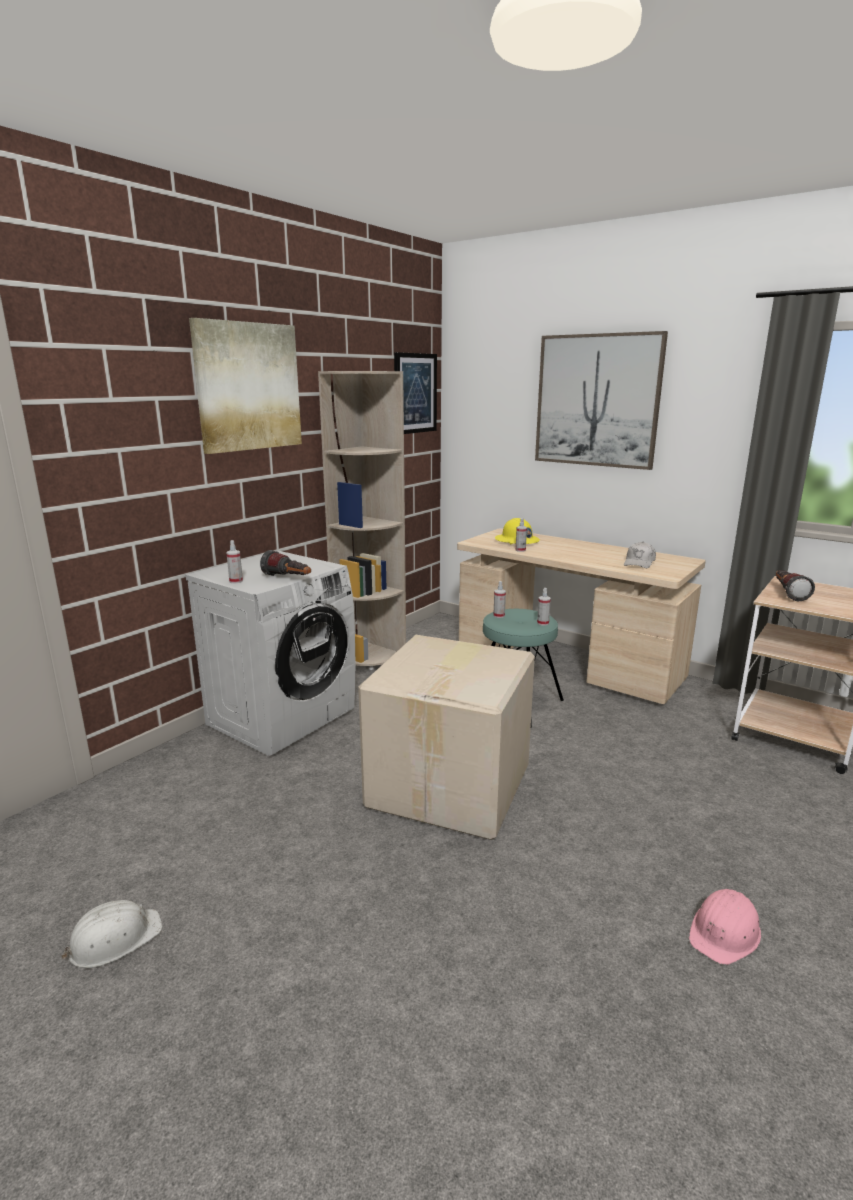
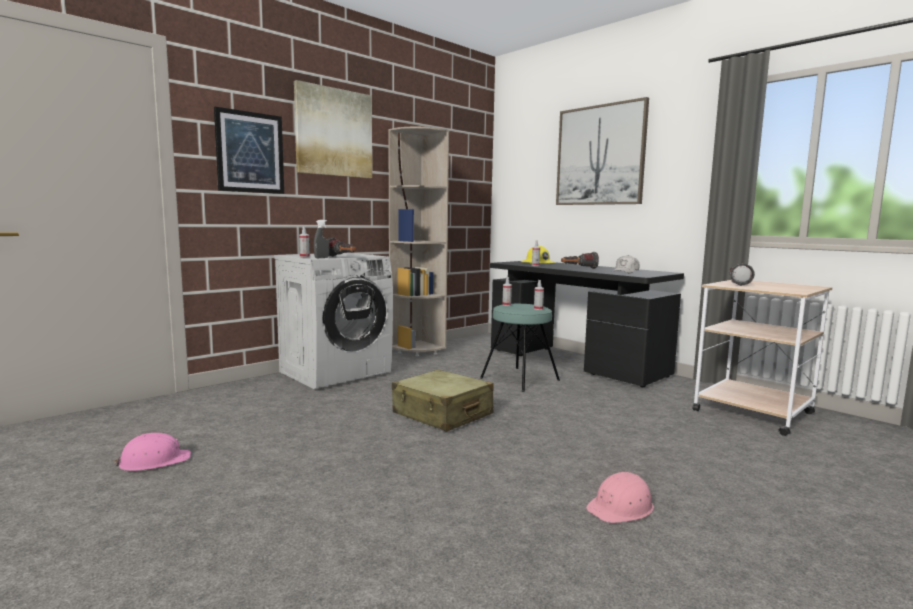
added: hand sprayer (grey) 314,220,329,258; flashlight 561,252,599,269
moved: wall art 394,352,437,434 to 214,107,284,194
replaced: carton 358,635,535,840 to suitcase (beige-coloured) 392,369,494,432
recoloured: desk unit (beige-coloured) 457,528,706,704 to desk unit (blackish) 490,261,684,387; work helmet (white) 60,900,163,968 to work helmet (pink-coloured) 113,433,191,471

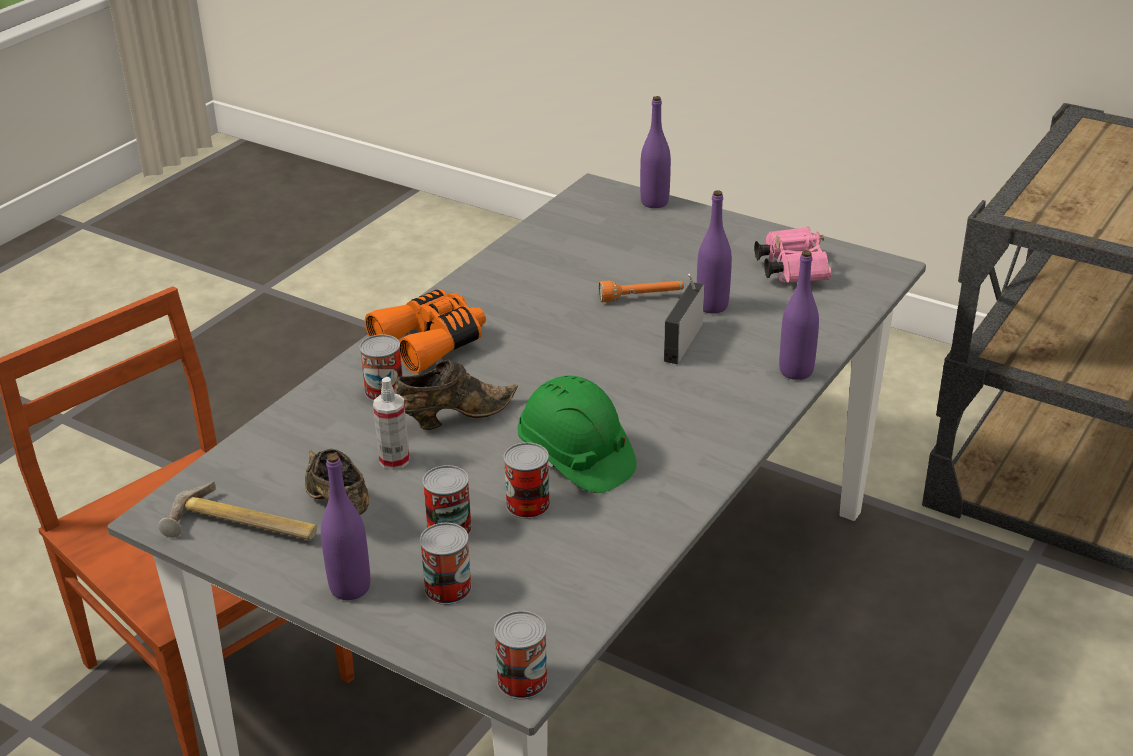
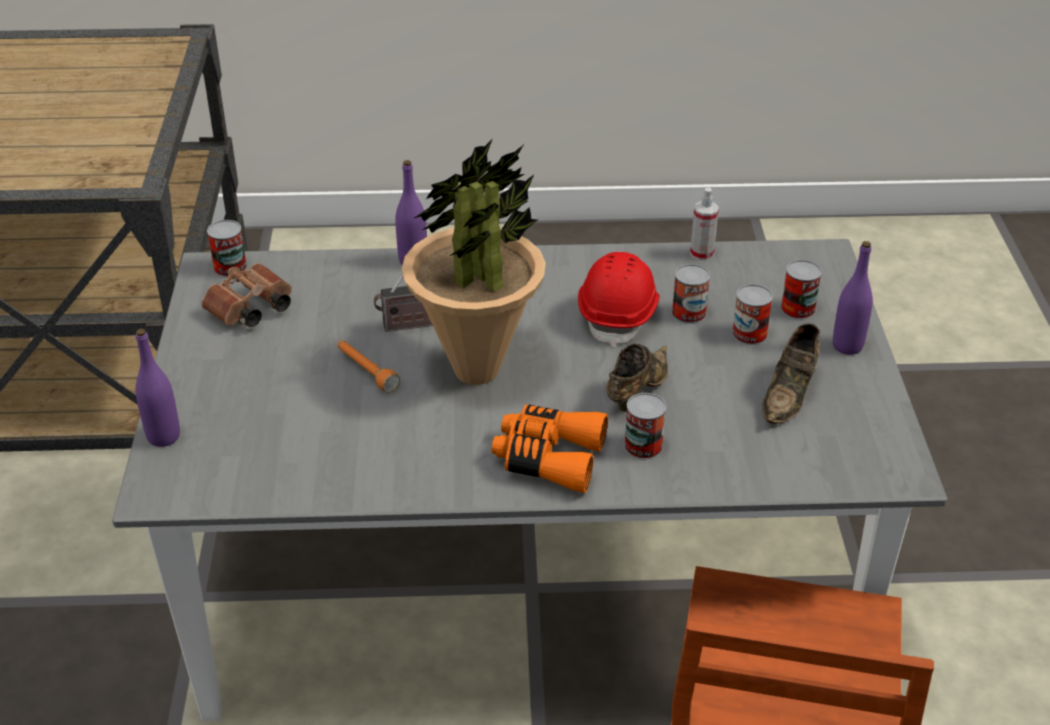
removed: drink bottle (purplish) 697,190,732,313; tool hammer 158,481,317,540
added: houseplant 402,138,546,385
moved: hand sprayer 373,377,410,470 to 690,188,719,261; metal can 494,611,548,700 to 207,220,247,277
recoloured: pair of binoculars (pink-coloured) 754,227,831,283 to pair of binoculars (brown) 201,263,292,327; work helmet (green-coloured) 517,375,637,493 to work helmet (red) 578,252,660,347
turned: item of footwear (brown) 394,360,518,430 = 606,343,668,412 90 degrees clockwise

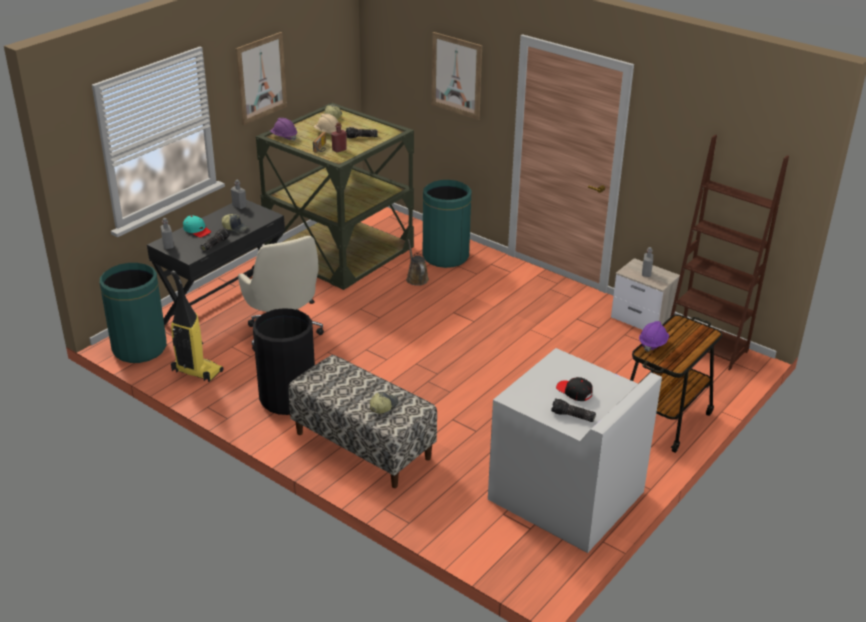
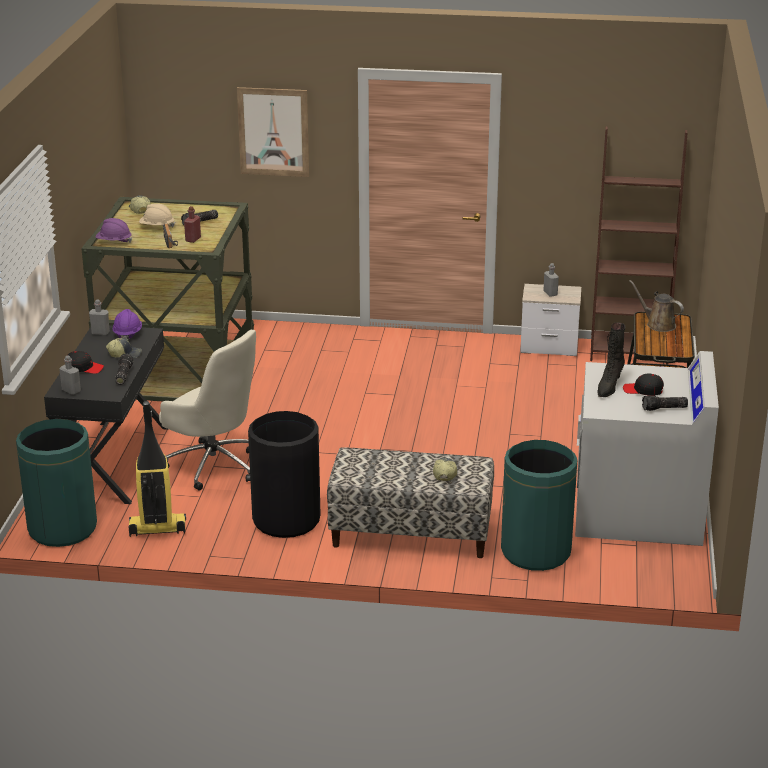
removed: wall art 236,32,287,125
added: tall boot (blackish) 598,322,625,397
moved: waste bin (green-coloured) 423,180,472,268 to 501,440,577,571; watering can (brown) 406,239,429,286 to 629,280,684,332; work helmet (purplish) 639,321,669,351 to 112,309,142,340
recoloured: peaked cap (turquoise-coloured) 183,216,211,237 to peaked cap (blackish) 67,351,104,374

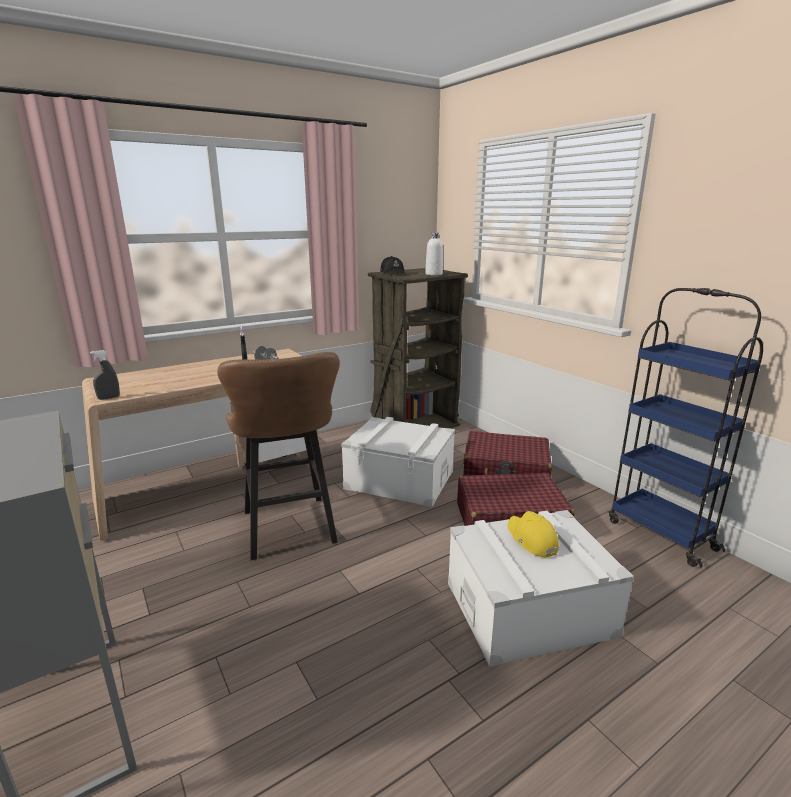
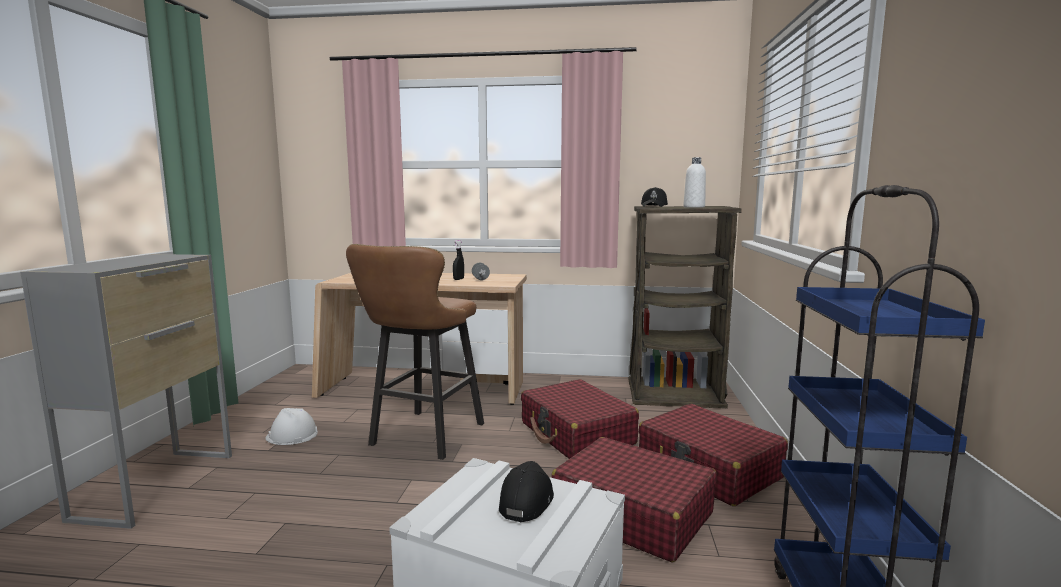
removed: hand sprayer (grey) 90,350,120,400
added: work helmet (white) 265,408,318,445
replaced: storage container (white) 341,417,455,507 to suitcase (red) 521,379,639,459
recoloured: peaked cap (yellowish) 507,511,559,557 to peaked cap (blackish) 499,461,554,522

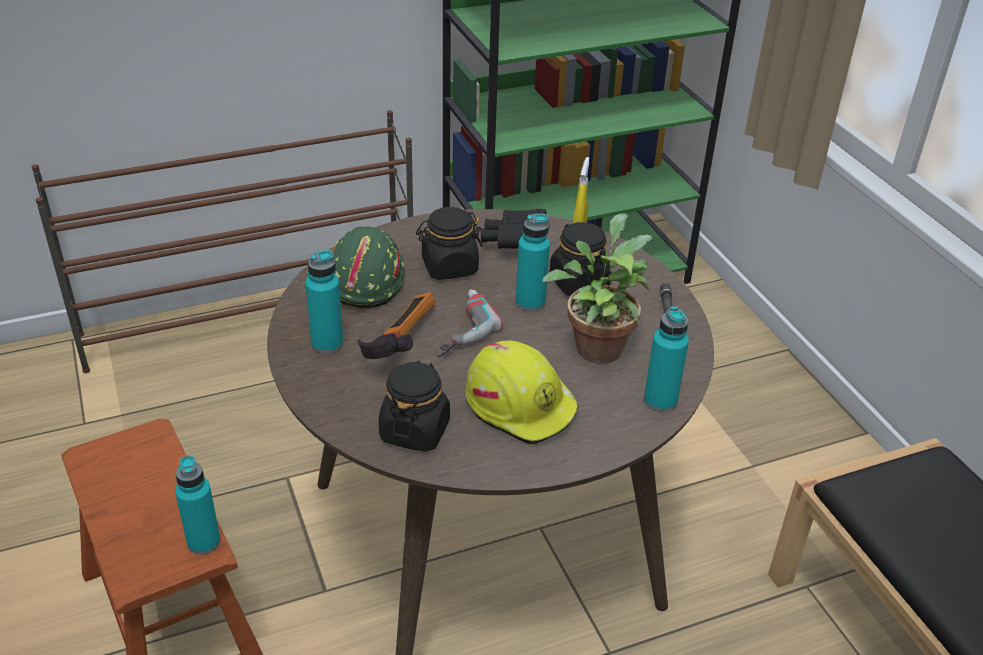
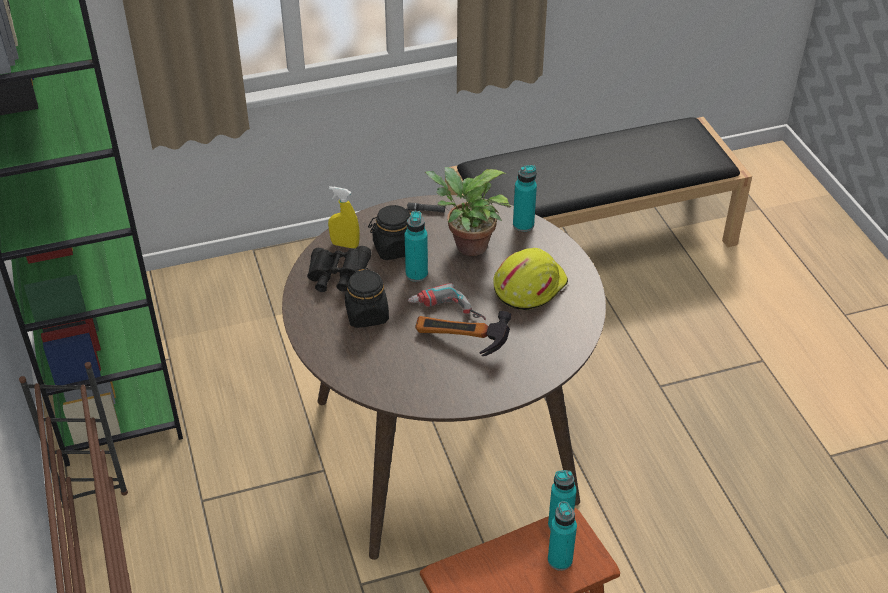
removed: work helmet (green-coloured) 331,226,404,308; preserve jar (blackish) 379,360,450,452
moved: drink bottle (turquoise-coloured) 305,250,344,353 to 548,501,577,571

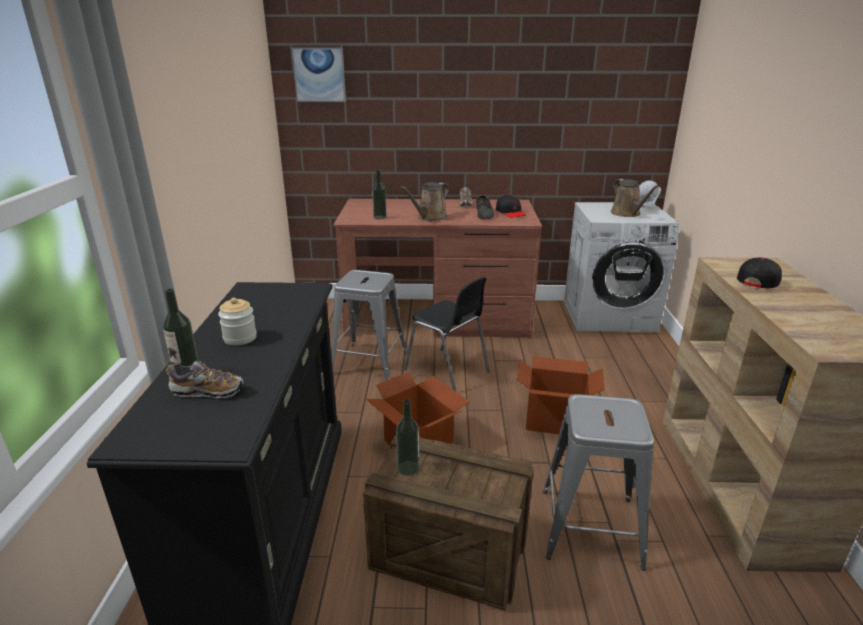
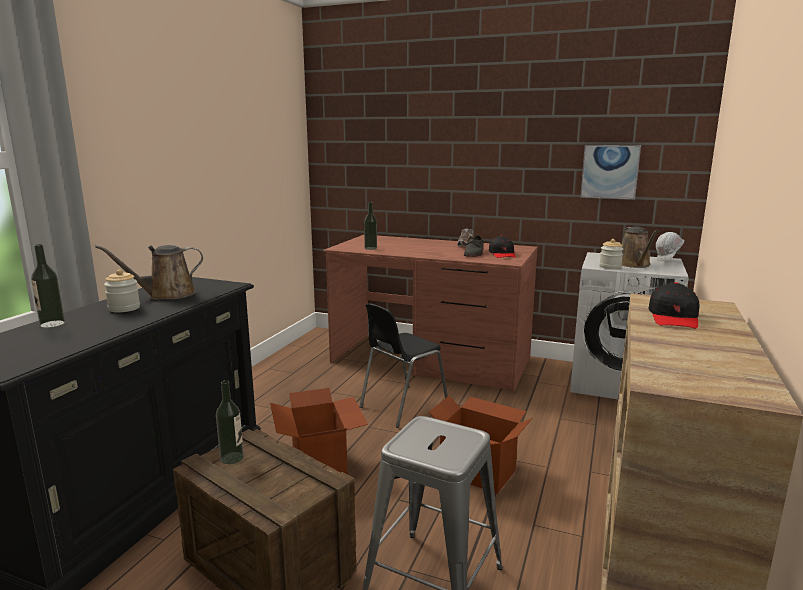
removed: sitting stool (grey) 331,270,407,381; item of footwear 166,361,243,398
added: preserve jar 599,239,623,269
moved: wall art 292,48,346,102 to 580,145,641,200; watering can (brown) 400,182,449,221 to 95,245,203,300
turned: peaked cap (blackish) 737,257,782,288 = 648,282,699,329 135 degrees clockwise; upright chair (blackish) 404,277,490,392 = 360,303,448,428 75 degrees clockwise

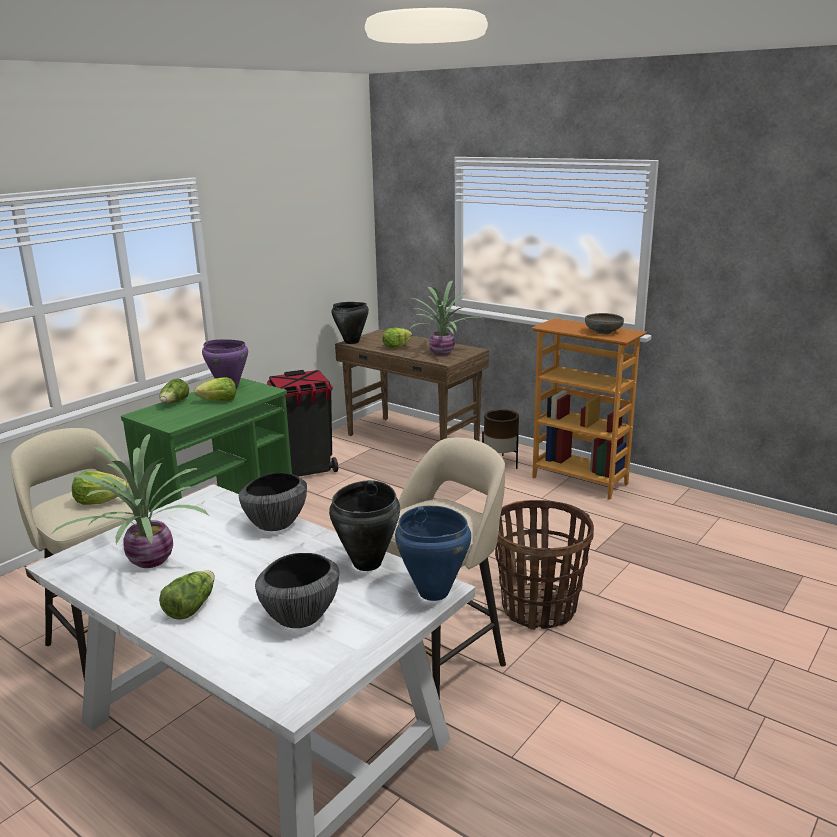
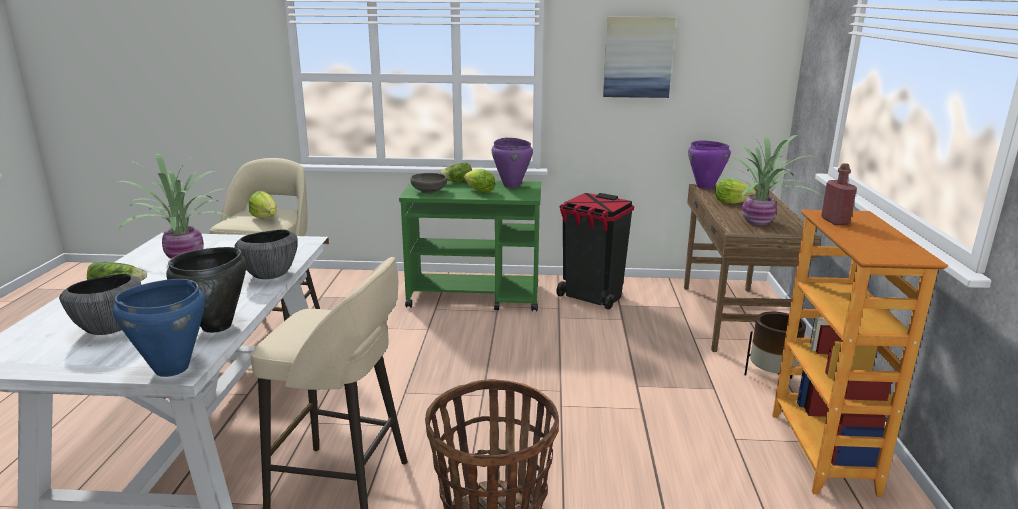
added: wall art 603,16,676,98; drink bottle (red) 821,163,857,225
moved: bowl (grey) 585,313,624,334 to 410,173,447,194
recoloured: stockpot (blackish) 331,302,369,344 to stockpot (purplish) 688,141,731,189

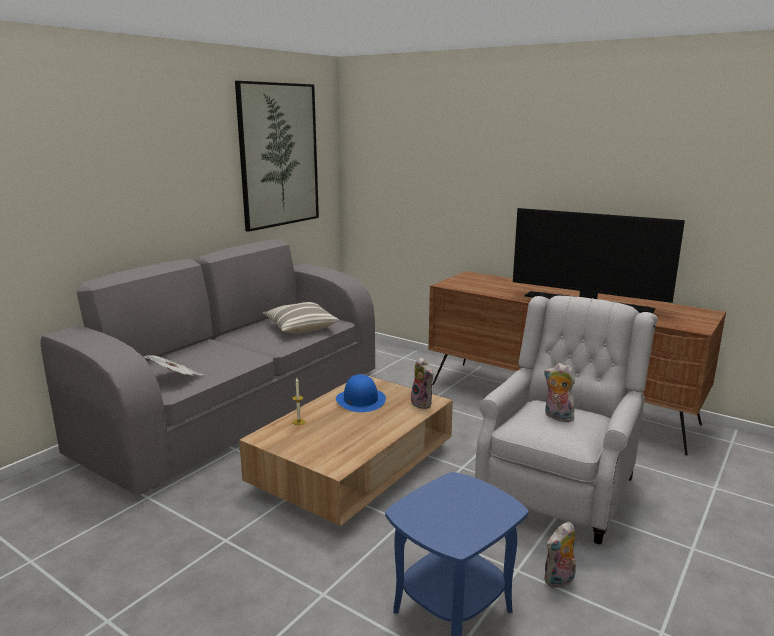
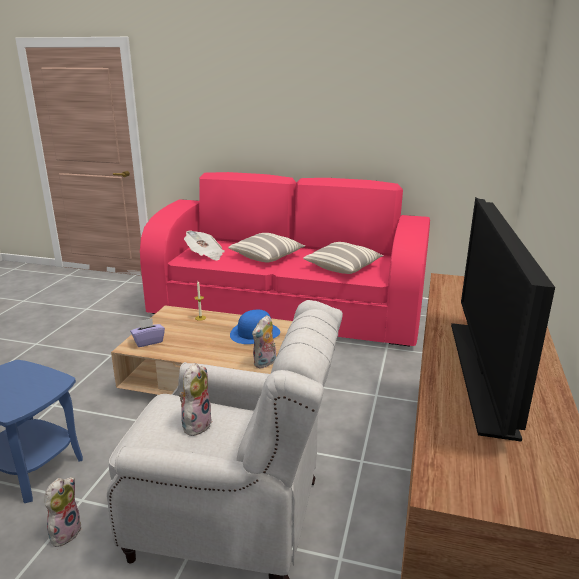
removed: wall art 235,81,319,232
added: throw pillow 228,233,305,262; box of tissues (purplish) 130,318,165,347
recoloured: settee (grey) 40,239,375,495 to settee (pink-coloured) 140,172,430,347
turned: soft toy 544,522,576,588 = 45,477,82,547 75 degrees clockwise

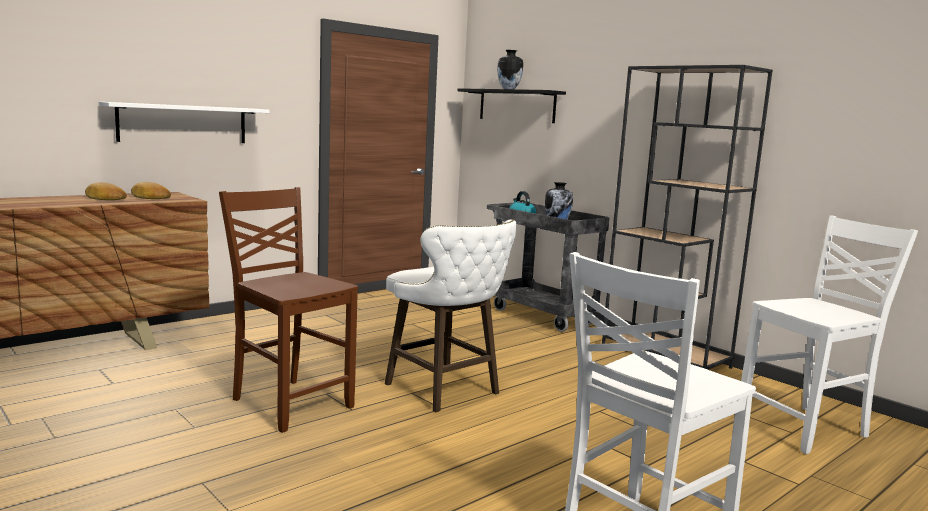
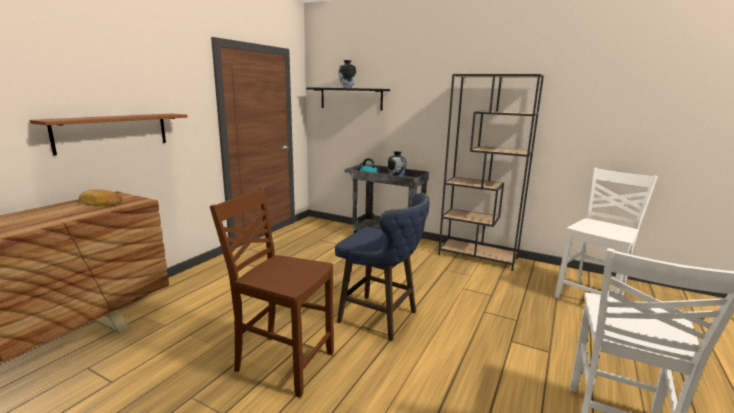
removed: baked bread 85,182,127,200
recoloured: wall shelf (white) 99,102,270,143 to wall shelf (brown) 30,114,187,155; sitting stool (white) 385,219,516,412 to sitting stool (bluish) 335,193,430,341

